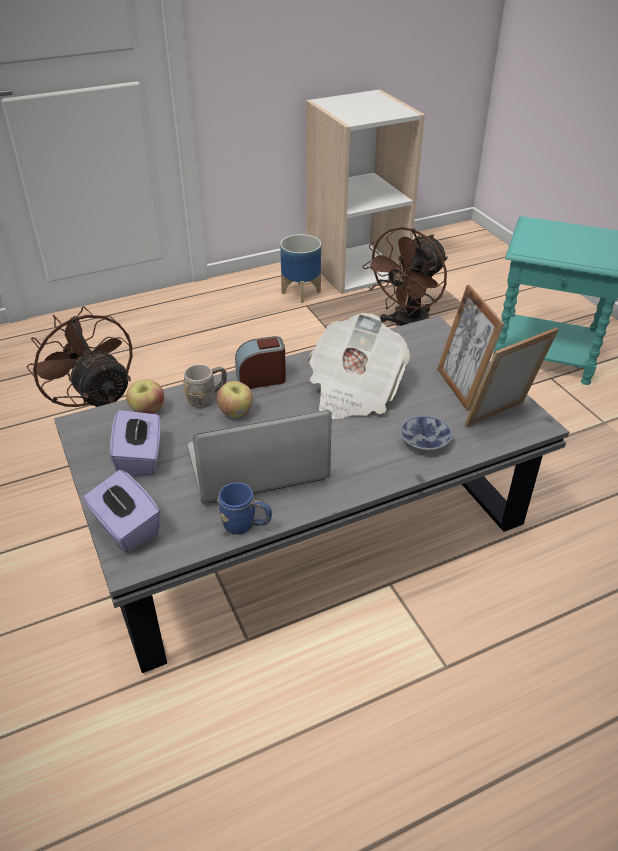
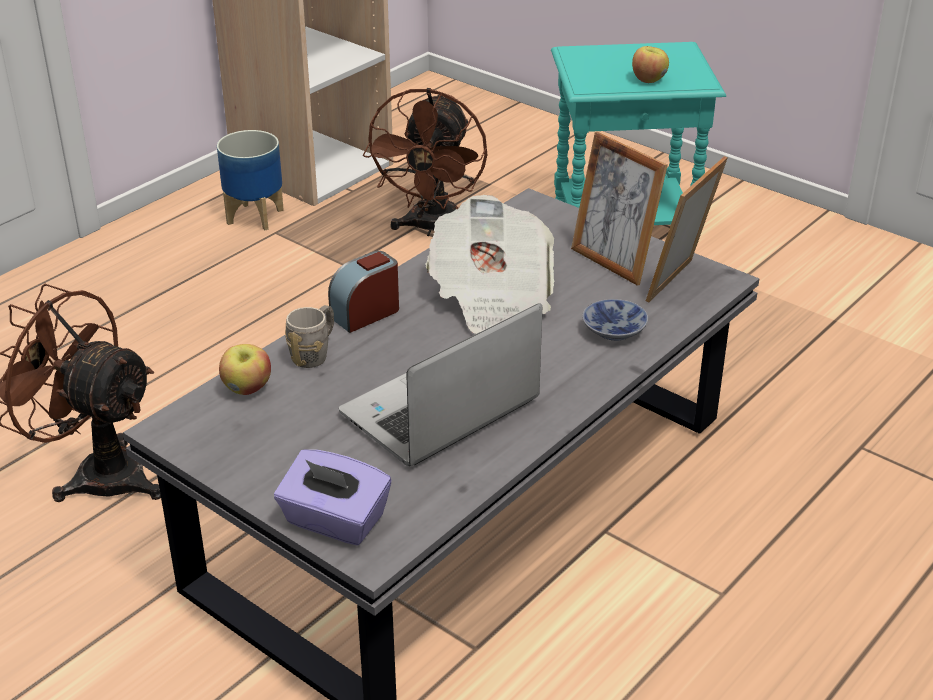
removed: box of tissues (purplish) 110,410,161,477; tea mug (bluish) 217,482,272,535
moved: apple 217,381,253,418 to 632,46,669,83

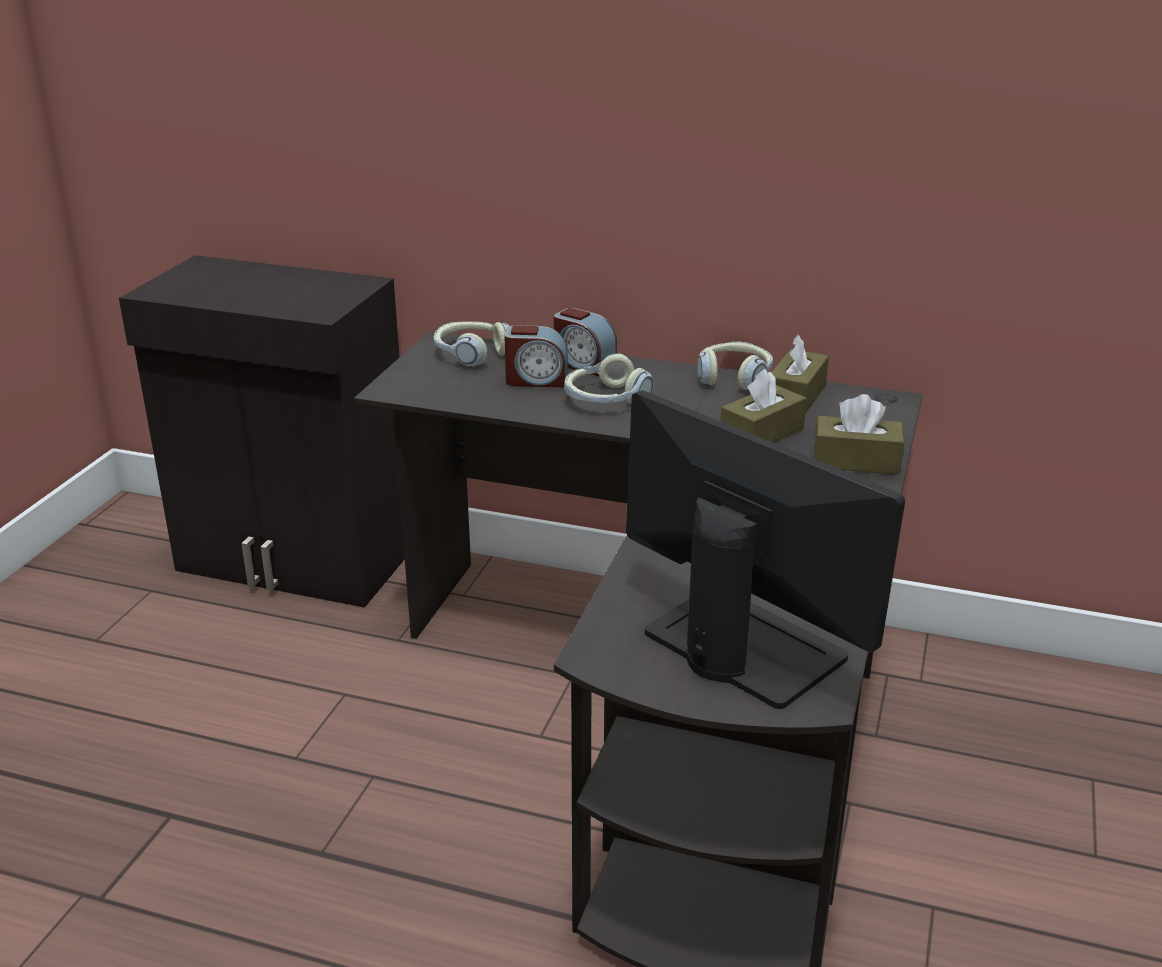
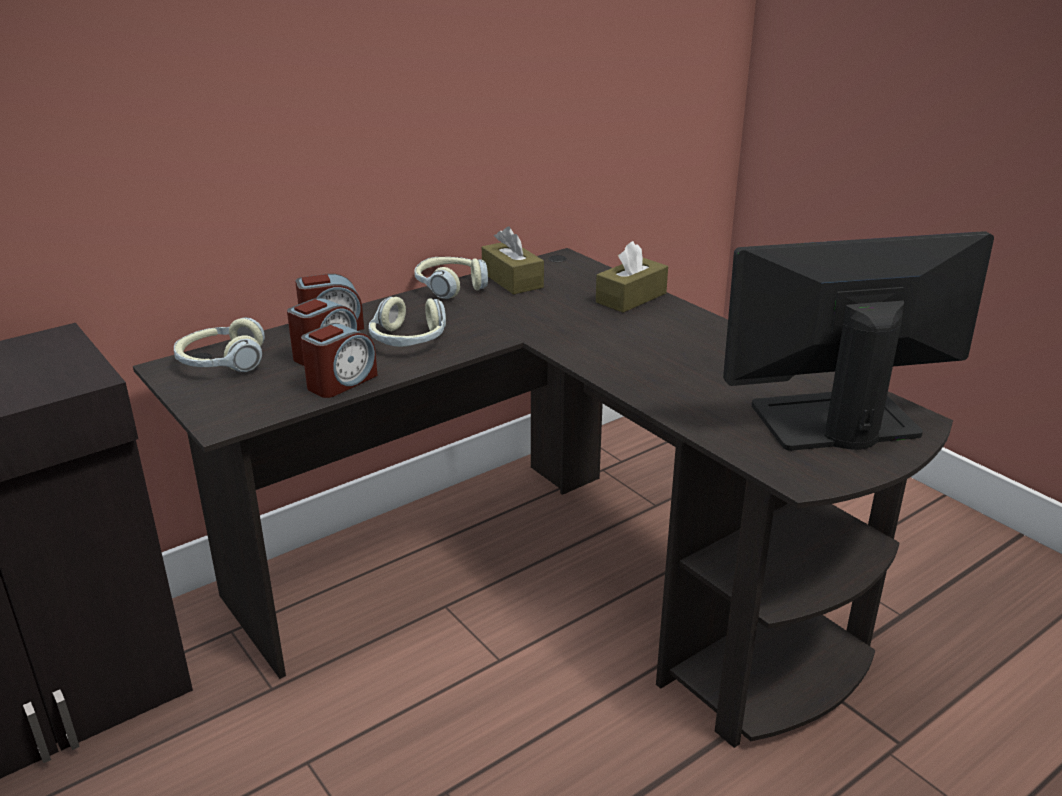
removed: box of tissues (brown) 720,369,807,443
added: bedside clock 301,323,378,398

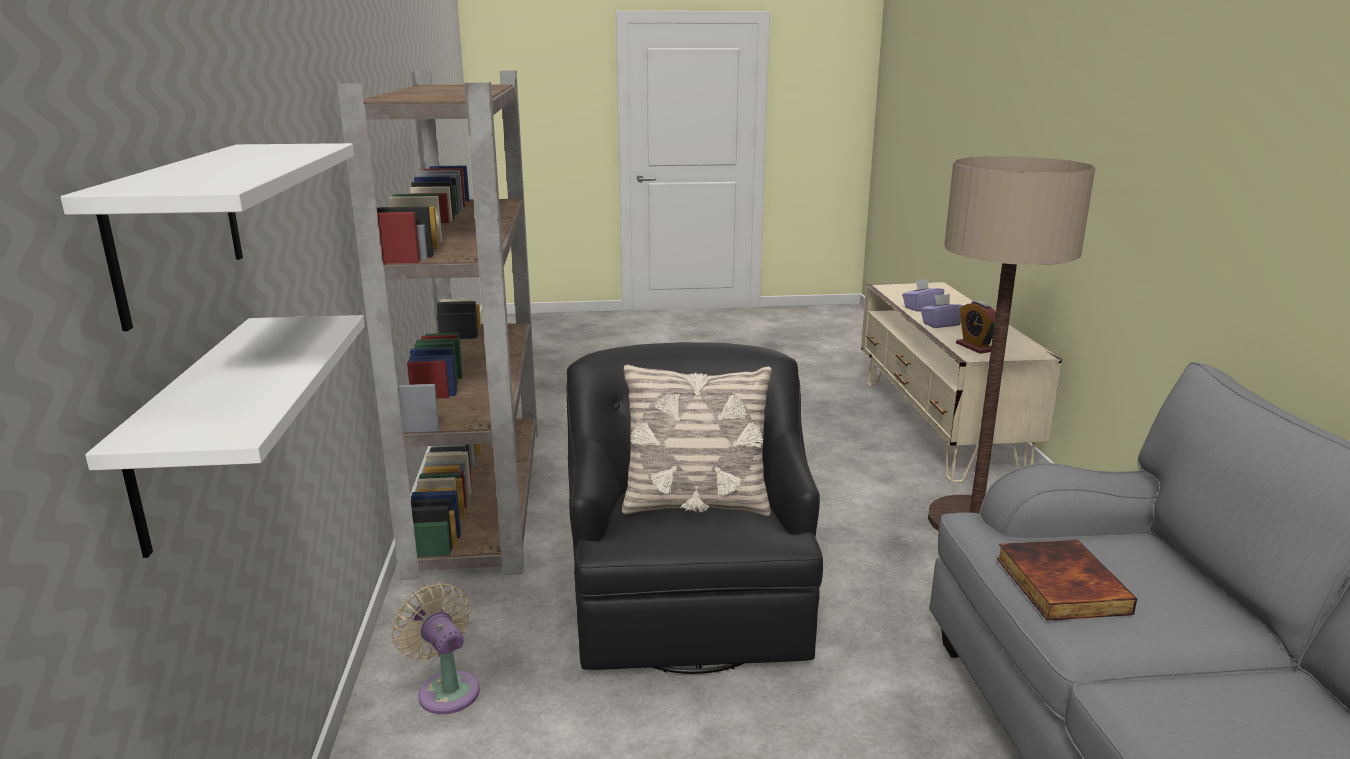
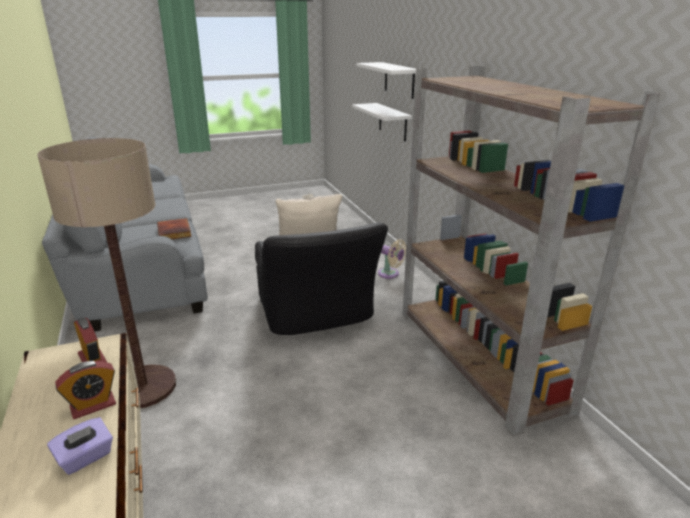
replaced: box of tissues (purplish) 920,294,964,328 to bedside clock 55,361,116,419

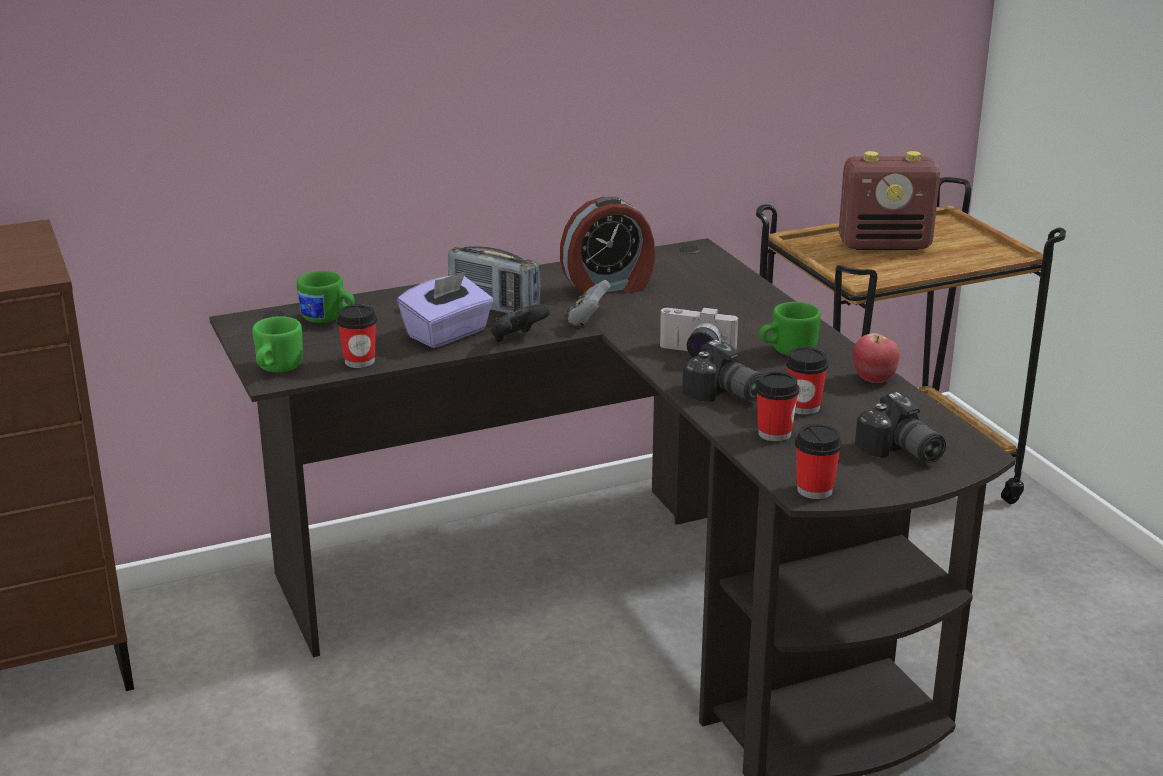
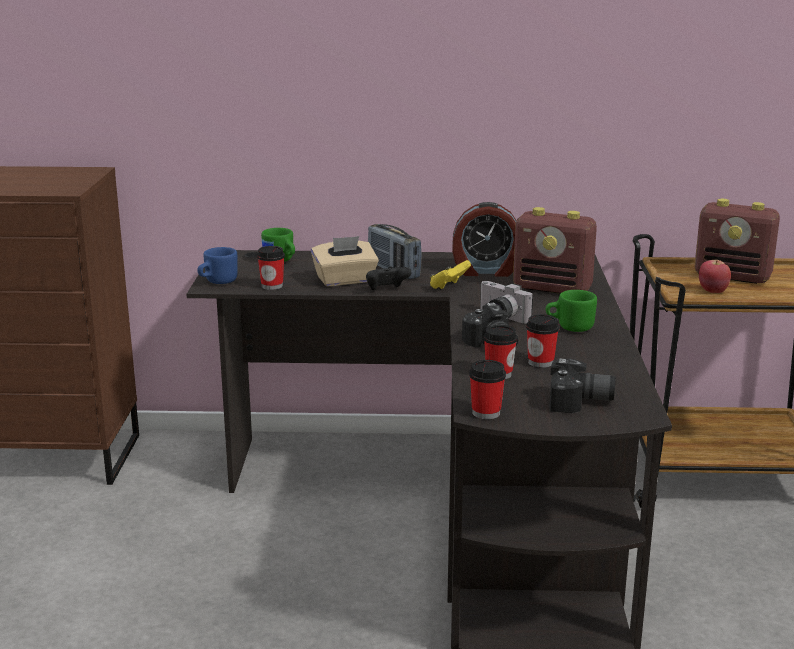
added: radio set 513,207,597,294
moved: apple 852,333,900,383 to 699,260,731,293
recoloured: box of tissues (purplish) 397,271,494,348 to box of tissues (beige-coloured) 311,236,379,286; joypad (grey) 567,280,610,326 to joypad (yellowish) 430,260,471,290; tea mug (green-coloured) 252,316,303,373 to tea mug (bluish) 197,247,238,284
turned: still camera 855,392,946,463 = 550,358,616,413 75 degrees counterclockwise

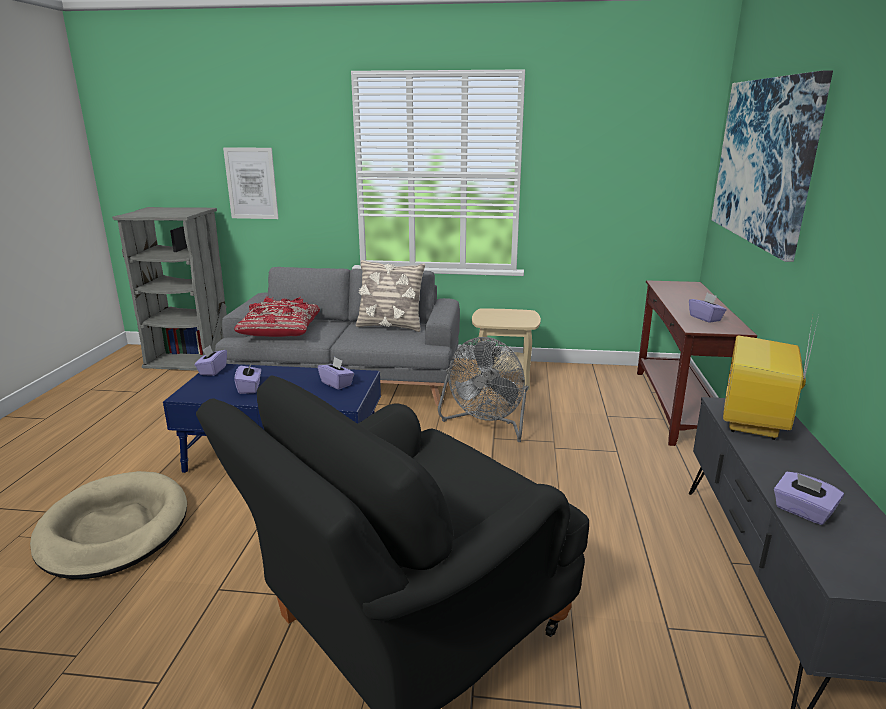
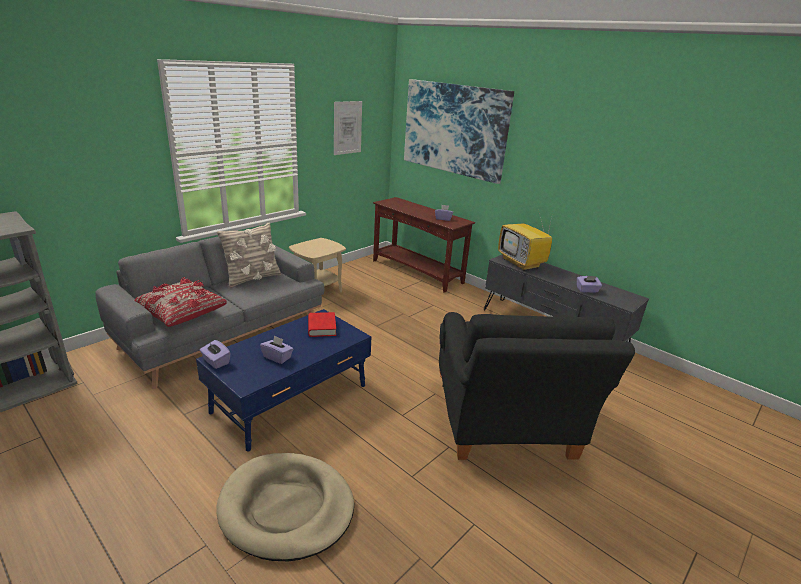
removed: electric fan (grey) 438,337,528,442
moved: wall art 223,147,279,219 to 334,101,362,155
replaced: box of tissues (purplish) 318,357,354,390 to volume (red) 308,312,336,337

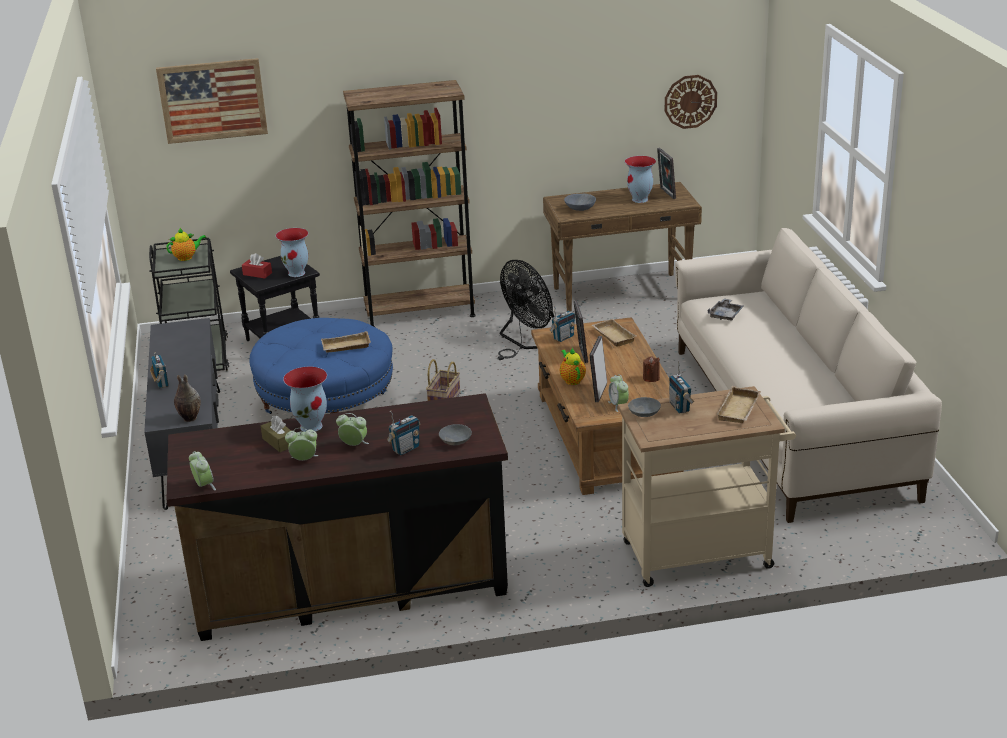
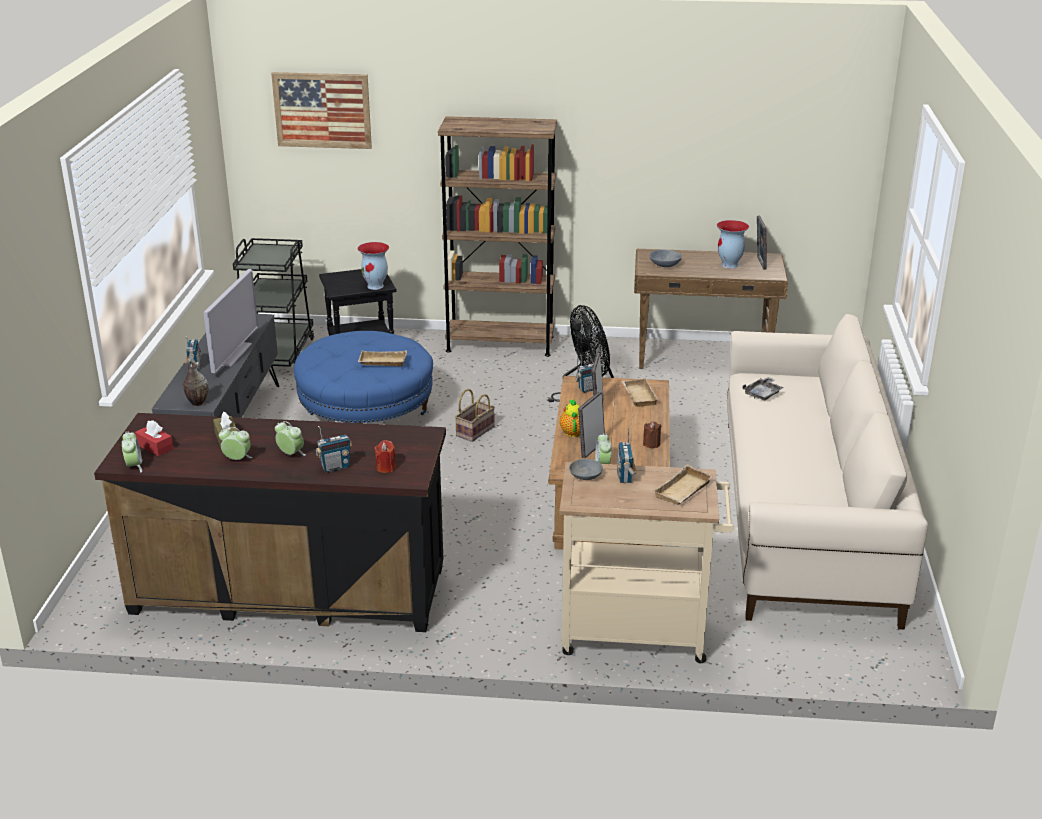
removed: clock on the wall 665,75,717,129; pot for tea 166,228,207,261; vase 283,367,327,432
added: TV set 203,269,258,373
moved: box of tissues (red) 242,253,272,278 to 135,420,174,456
replaced: bowl (grey) 439,424,472,445 to wax candle (red) 374,440,396,473

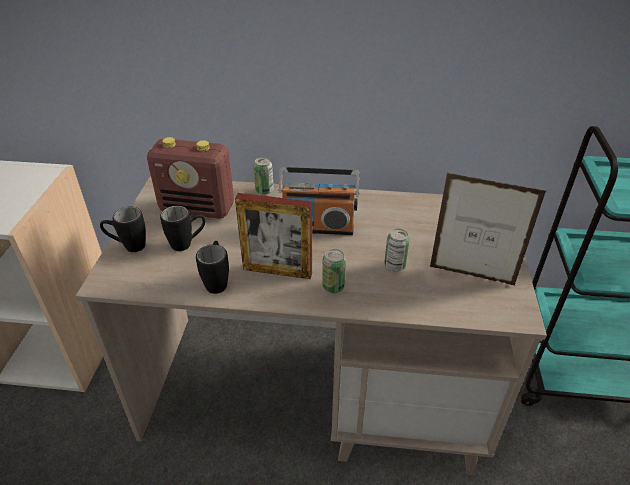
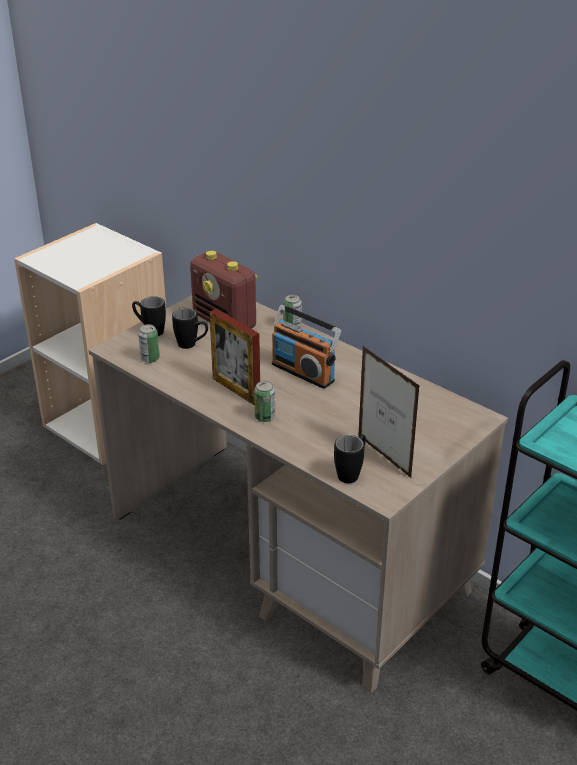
moved: metal can 384,229,410,271 to 138,324,160,363; tea mug (blackish) 196,241,229,294 to 334,435,366,483

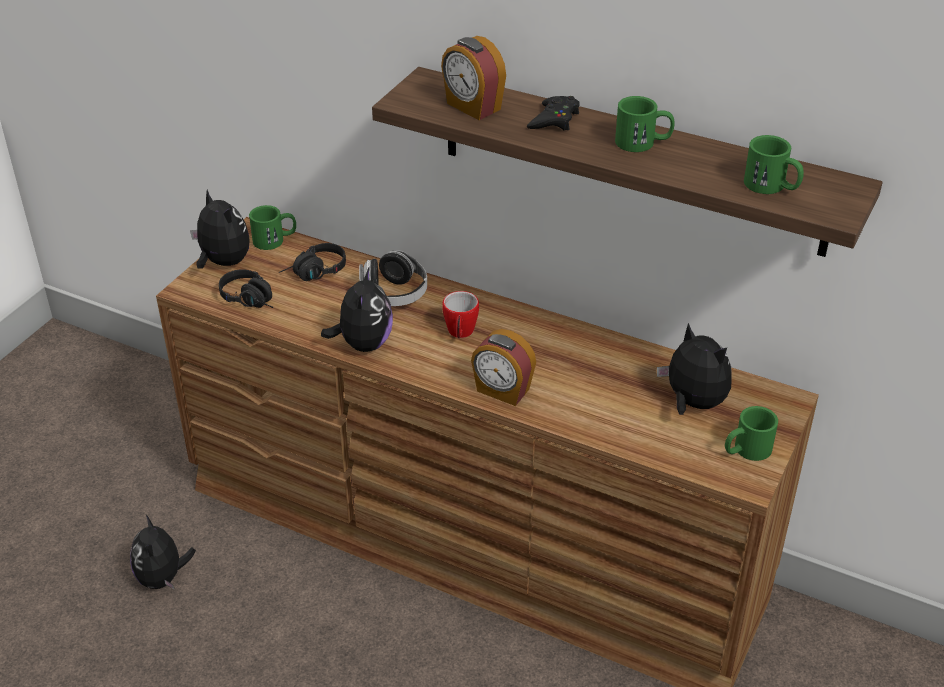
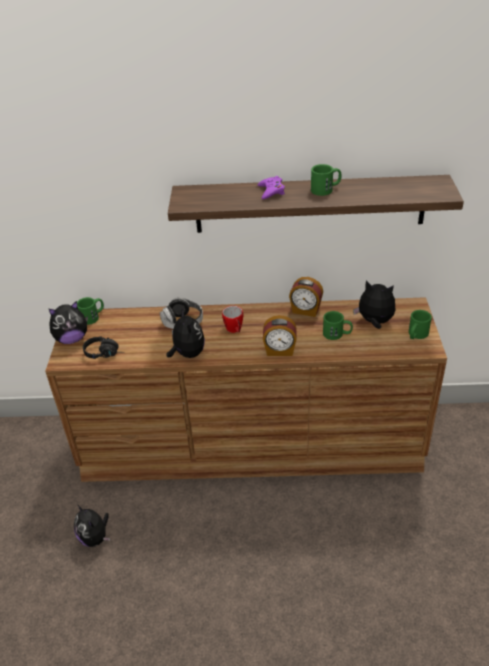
removed: headphones (blackish) 279,243,346,281
moved: bedside clock 441,36,506,120 to 289,277,323,317; tea mug (green-coloured) 744,135,804,194 to 323,311,353,340
recoloured: joypad (blackish) 527,96,580,130 to joypad (purplish) 258,176,285,199
turned: soft toy 190,190,250,269 = 49,301,88,344 135 degrees clockwise

